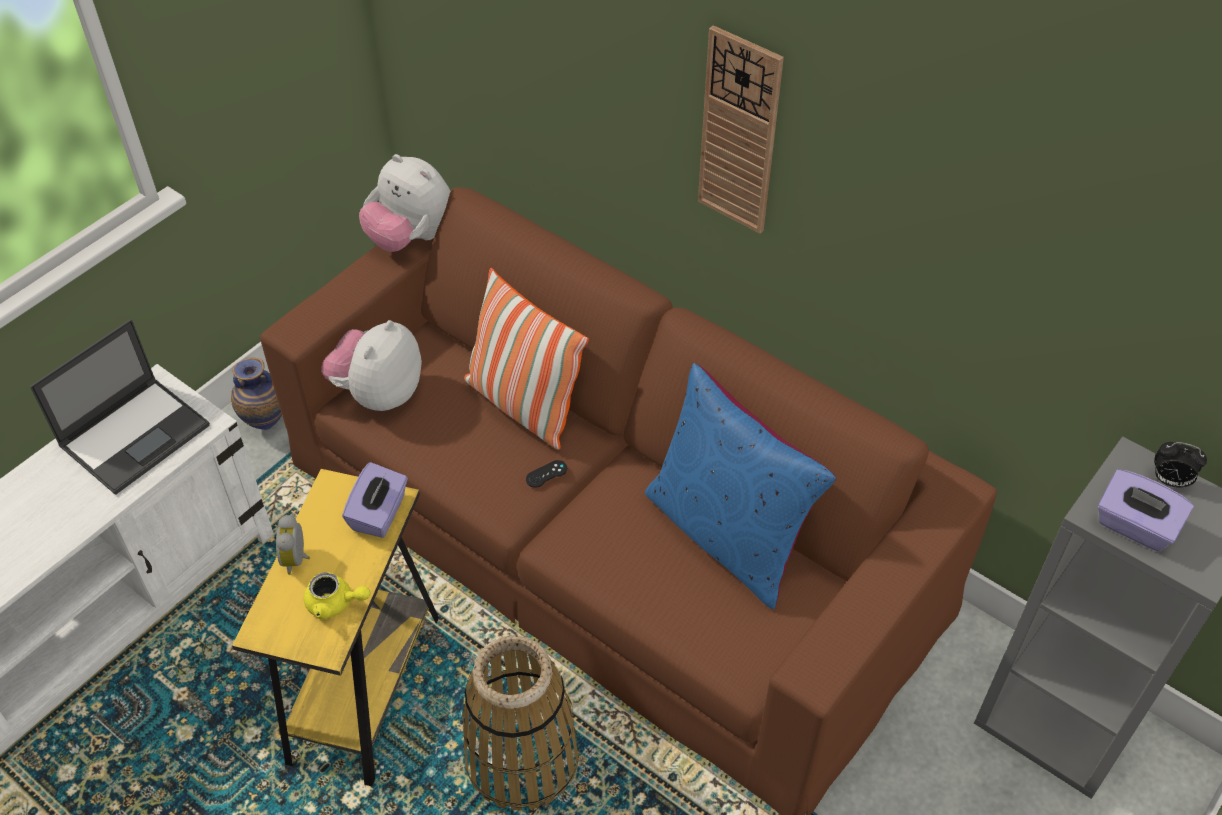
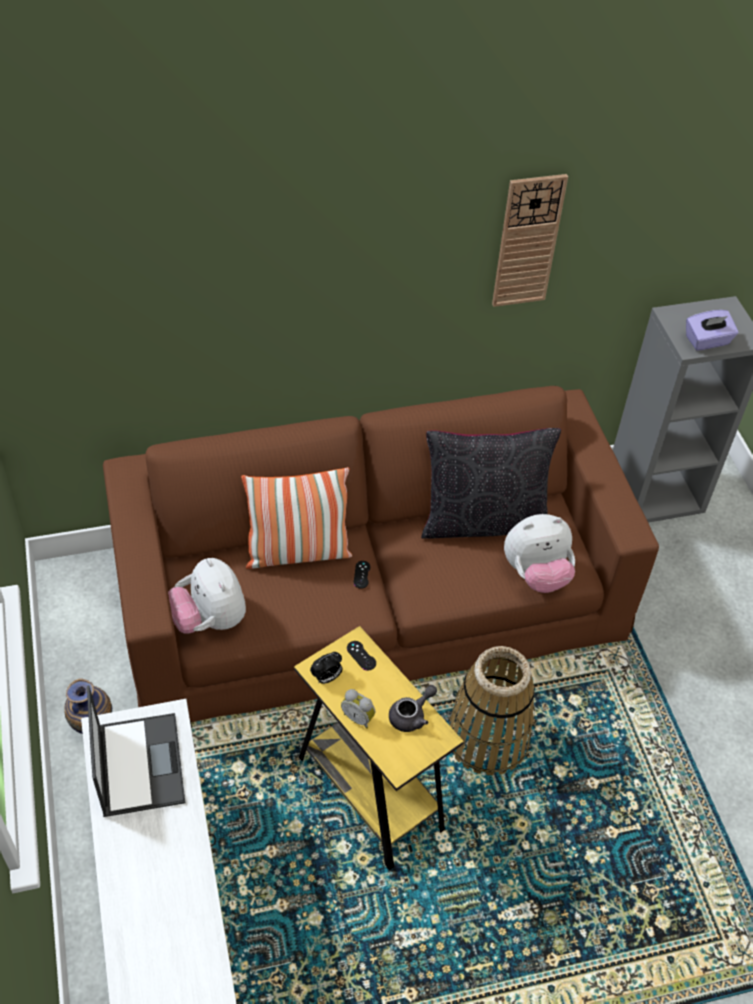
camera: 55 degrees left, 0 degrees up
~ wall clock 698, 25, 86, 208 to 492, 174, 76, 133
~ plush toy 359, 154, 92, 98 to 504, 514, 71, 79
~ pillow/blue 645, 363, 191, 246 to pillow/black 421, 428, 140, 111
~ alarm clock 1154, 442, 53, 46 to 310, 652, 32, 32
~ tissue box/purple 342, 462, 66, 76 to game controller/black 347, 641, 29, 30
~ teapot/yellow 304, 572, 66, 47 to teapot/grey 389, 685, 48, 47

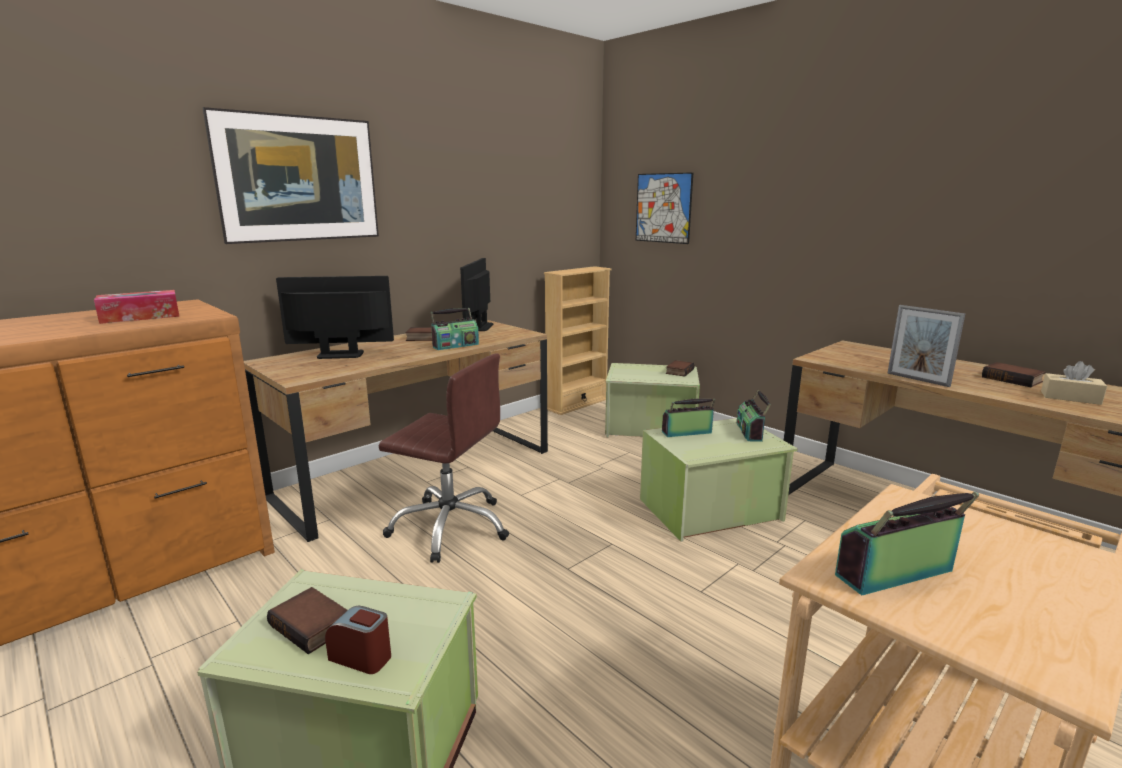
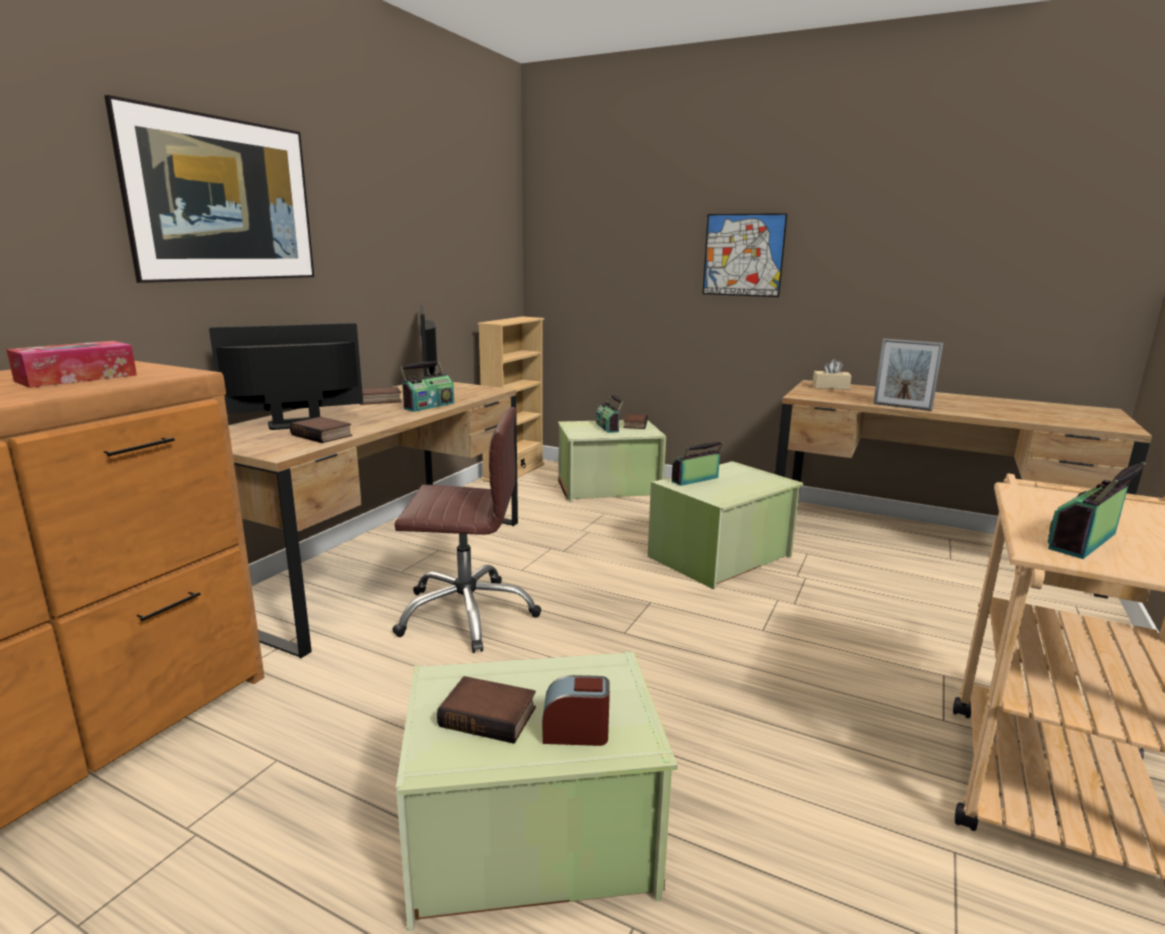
camera: 20 degrees left, 0 degrees up
~ picture 636, 172, 57, 72 to 702, 213, 85, 84
~ tissue box/beige 1041, 361, 66, 44 to 812, 359, 40, 31
~ book 982, 362, 63, 25 to 290, 417, 62, 26
~ radio 737, 390, 34, 52 to 596, 394, 27, 39

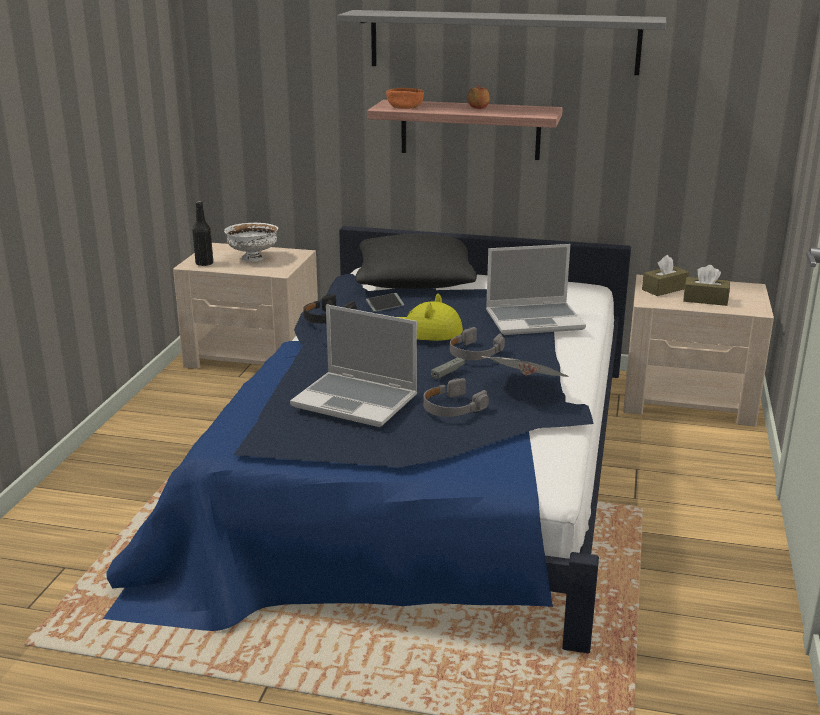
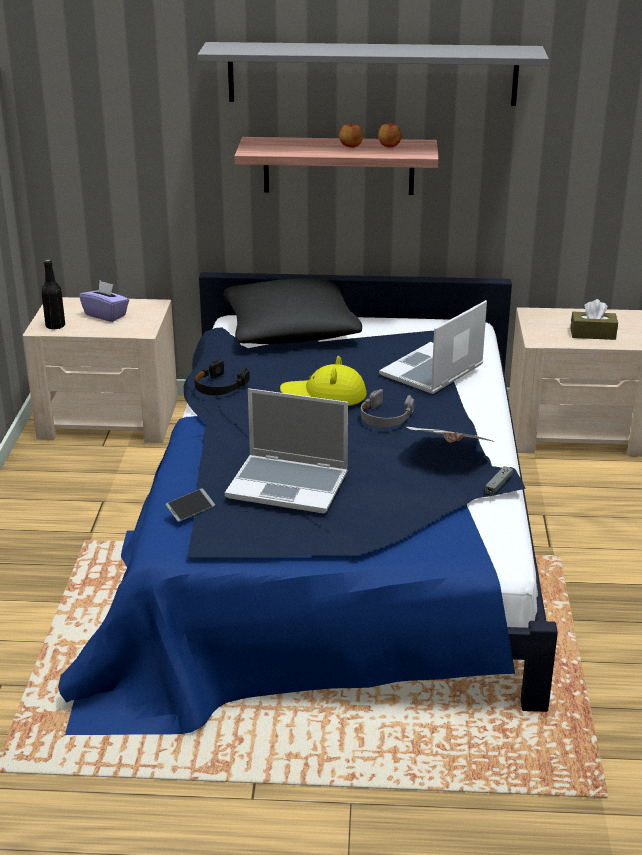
camera: 10 degrees left, 5 degrees up
- bowl/orange 386, 88, 38, 21
~ bowl/white 224, 223, 54, 38 to tissue box/purple 79, 281, 50, 41
~ laptop 486, 244, 100, 91 = 379, 300, 108, 94 150 degrees clockwise
- tissue box/brown 642, 255, 47, 41
~ phone 366, 293, 38, 19 to 165, 488, 50, 34
~ game controller/grey 431, 357, 34, 22 to 485, 466, 28, 29
- headphones/grey 423, 378, 66, 39
+ apple 378, 122, 24, 26

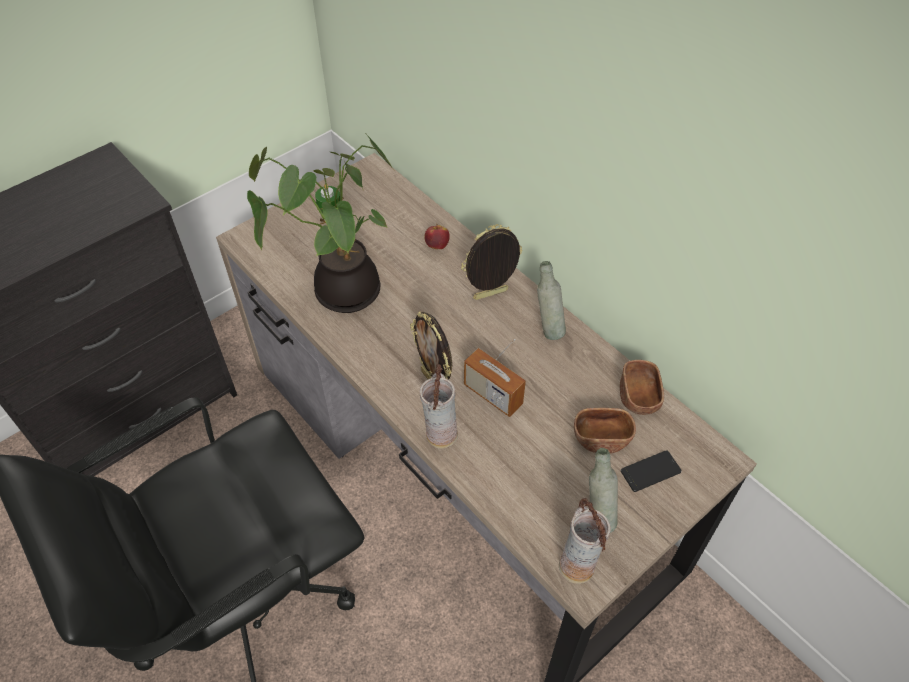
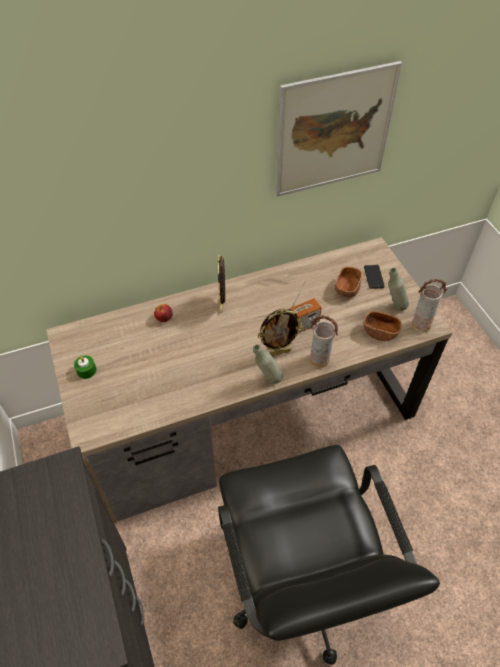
camera: 70 degrees left, 0 degrees up
- potted plant 247, 134, 148, 179
~ bottle/grey 537, 261, 29, 79 to 253, 345, 30, 39
~ bowl/brown 620, 360, 44, 55 to 364, 311, 38, 30
+ picture 276, 61, 126, 136

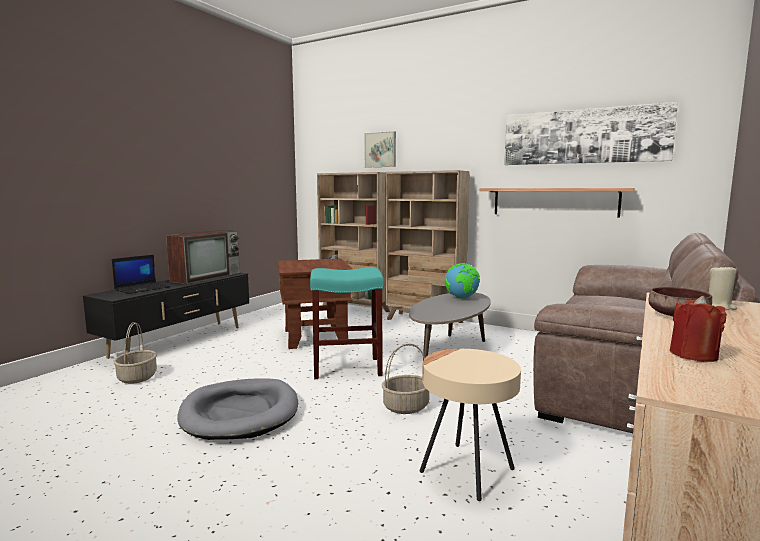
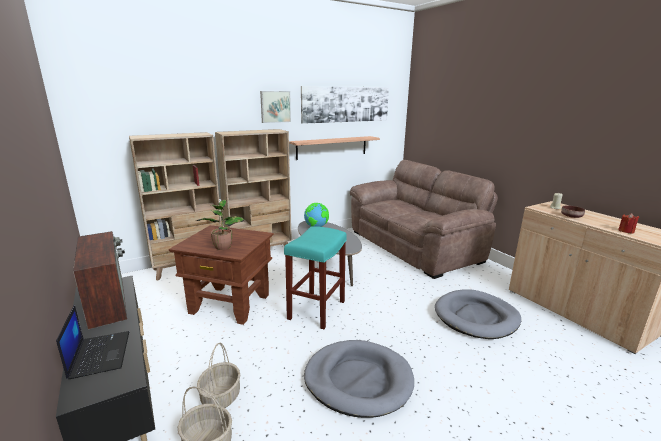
camera: 60 degrees left, 10 degrees up
~ picture 364, 131, 32, 37 to 260, 91, 31, 32
~ basket 382, 344, 47, 70 to 197, 343, 43, 65
~ side table/beige 420, 349, 101, 152 to dog bed/grey 435, 289, 86, 50
+ potted plant 196, 200, 48, 50

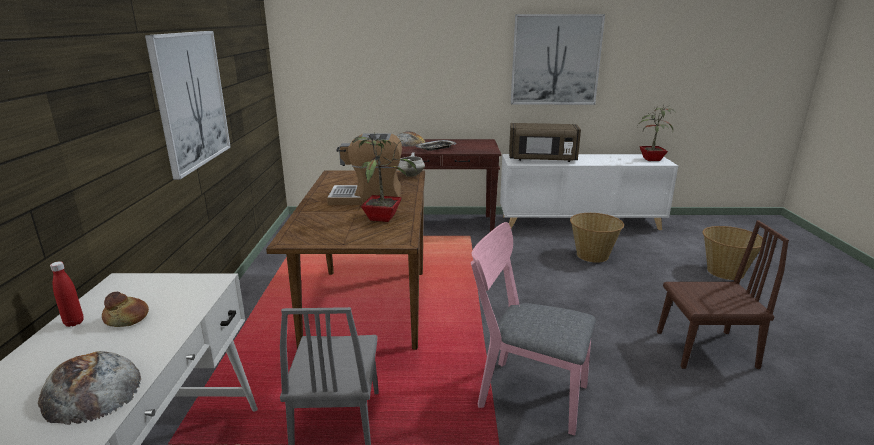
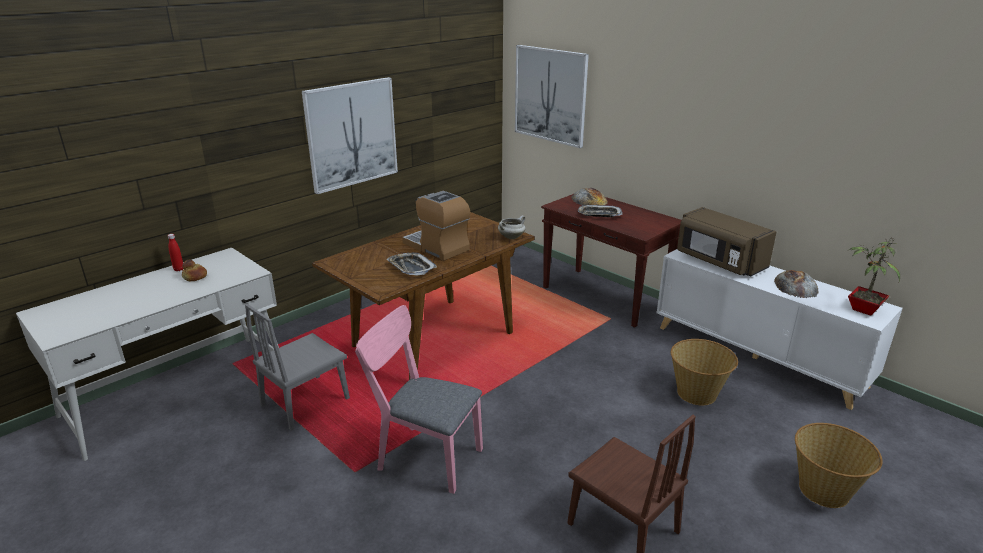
camera: 45 degrees right, 5 degrees up
~ picture 511, 14, 94, 91 to 515, 45, 74, 103
~ potted plant 352, 133, 65, 89 to tray 387, 253, 50, 22
~ chair/pink 471, 222, 125, 213 = 355, 305, 128, 189 45 degrees counterclockwise
~ bread 38, 351, 103, 74 to 774, 270, 45, 28

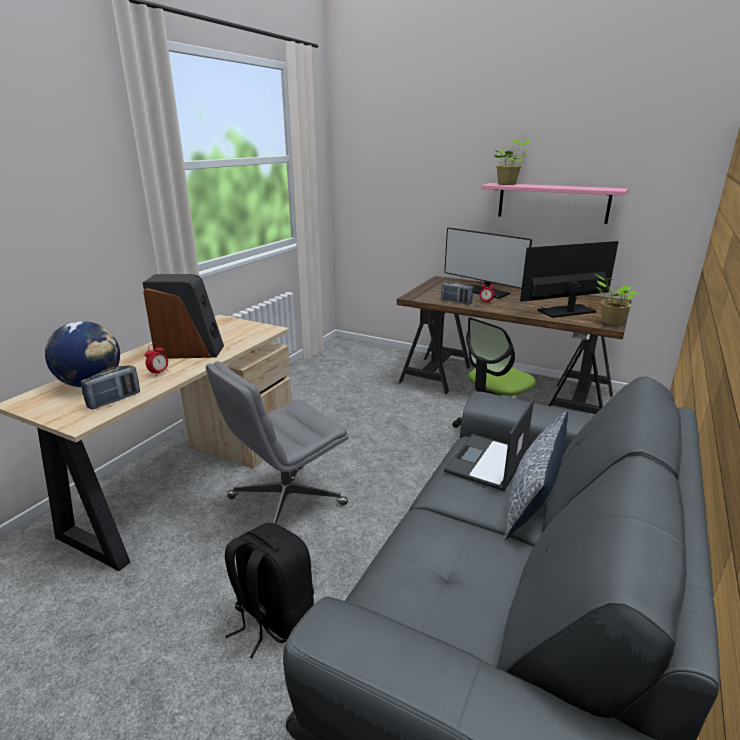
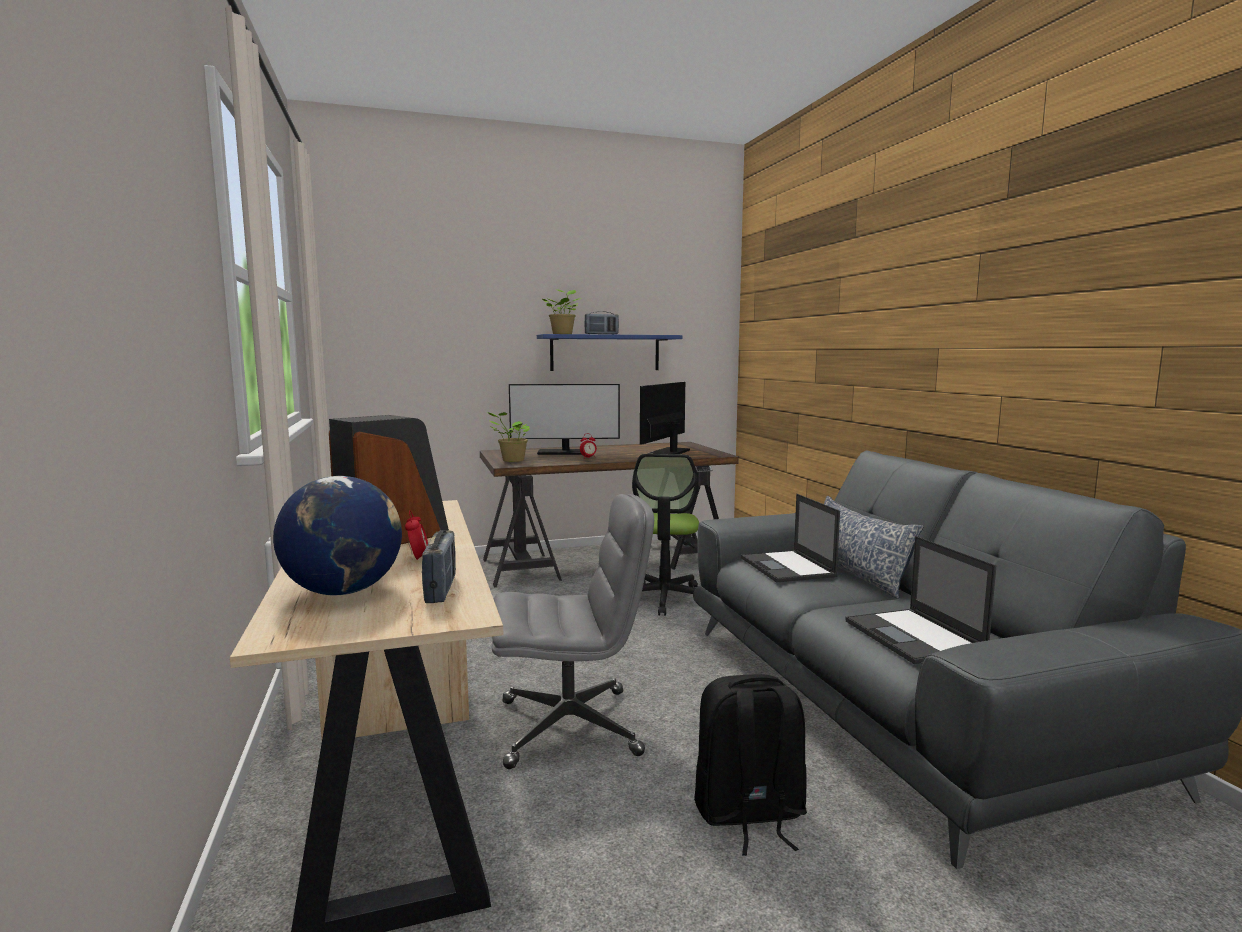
camera: 45 degrees left, 15 degrees down
~ shelf/pink 481, 183, 147, 41 to shelf/blue 537, 334, 146, 37
~ potted plant 595, 274, 43, 51 to 487, 412, 43, 50
~ radio 441, 281, 32, 24 to 584, 311, 35, 23
~ office chair/grey 206, 361, 142, 163 = 492, 494, 162, 275 105 degrees counterclockwise
+ laptop 845, 536, 151, 128

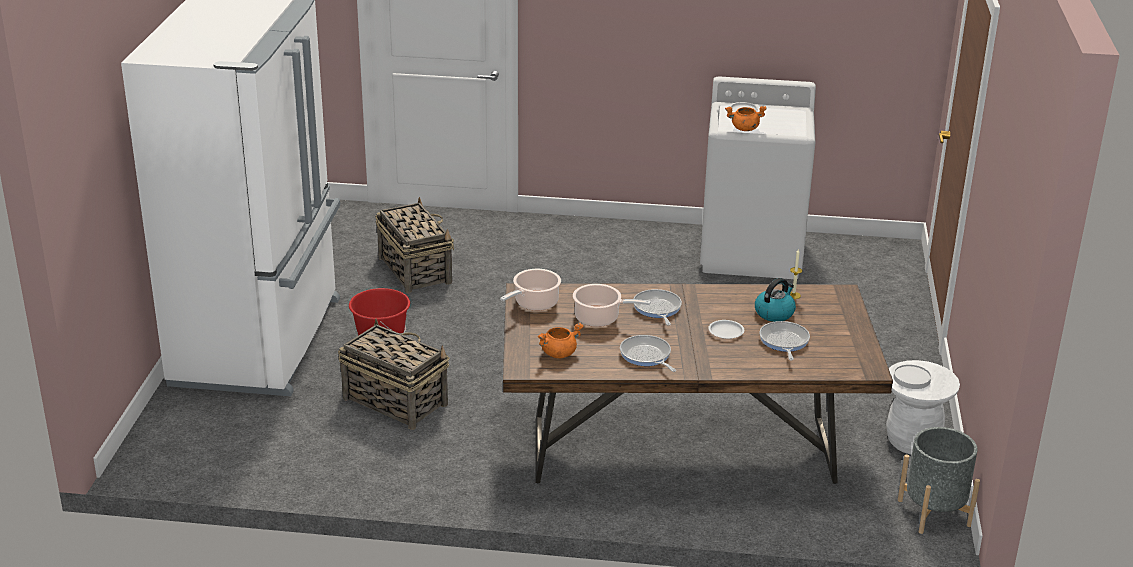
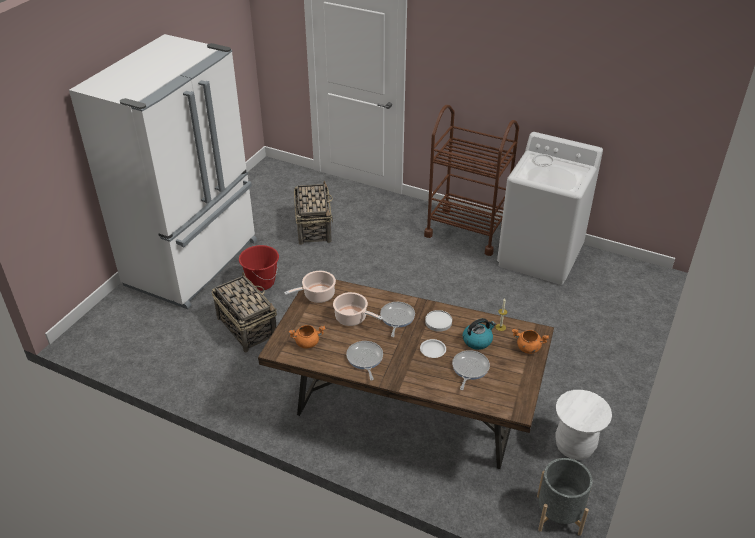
camera: 20 degrees right, 10 degrees up
~ cooking pot/orange 725, 106, 42, 25 to 512, 329, 37, 25
~ plate/white 893, 364, 38, 25 to 425, 310, 27, 22
+ cart/brown 424, 105, 95, 151

